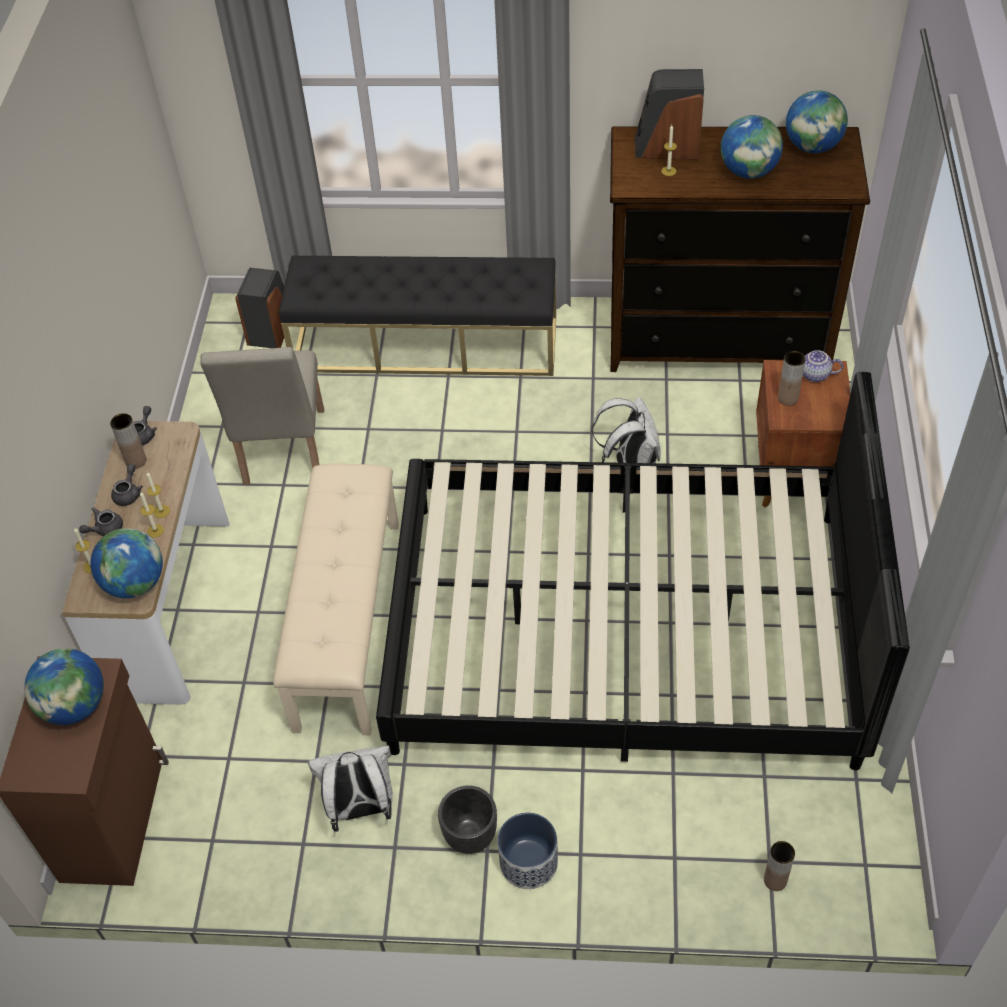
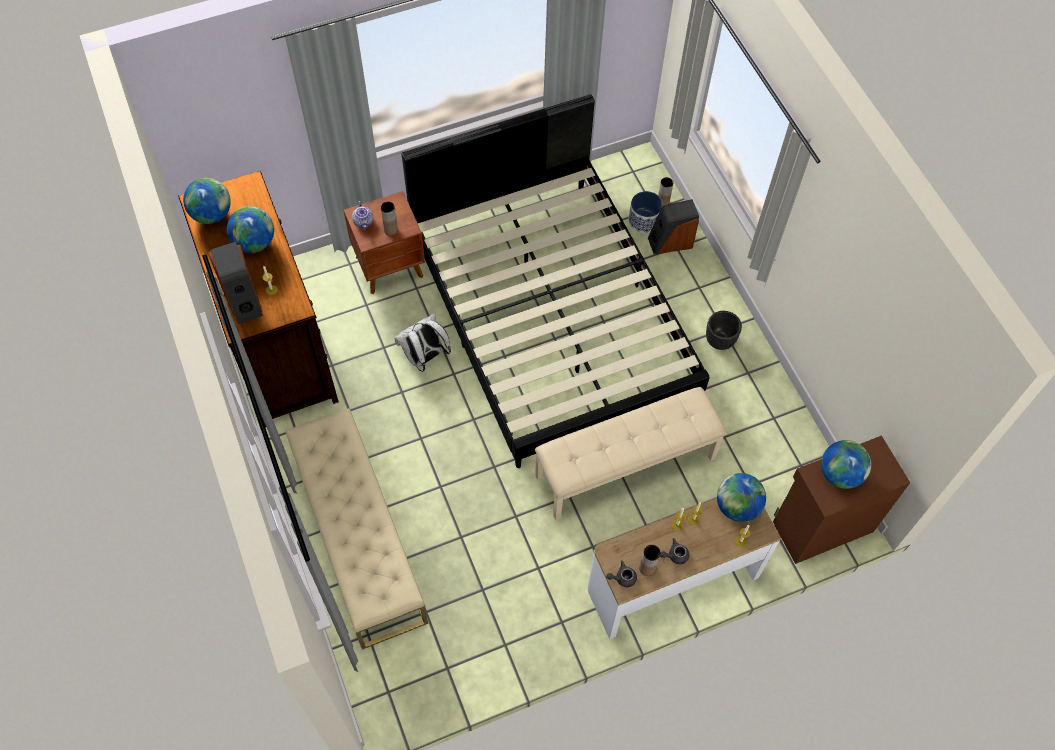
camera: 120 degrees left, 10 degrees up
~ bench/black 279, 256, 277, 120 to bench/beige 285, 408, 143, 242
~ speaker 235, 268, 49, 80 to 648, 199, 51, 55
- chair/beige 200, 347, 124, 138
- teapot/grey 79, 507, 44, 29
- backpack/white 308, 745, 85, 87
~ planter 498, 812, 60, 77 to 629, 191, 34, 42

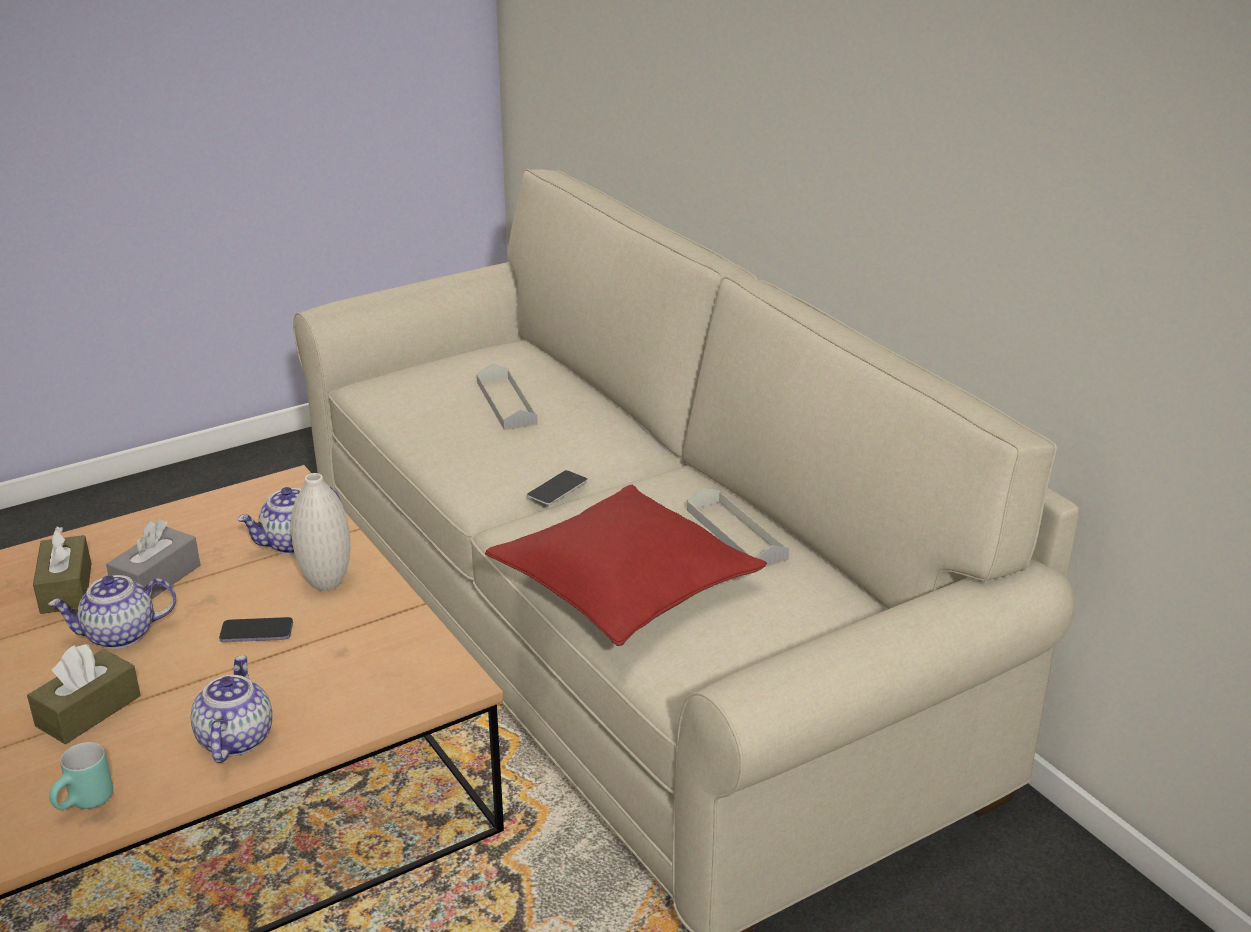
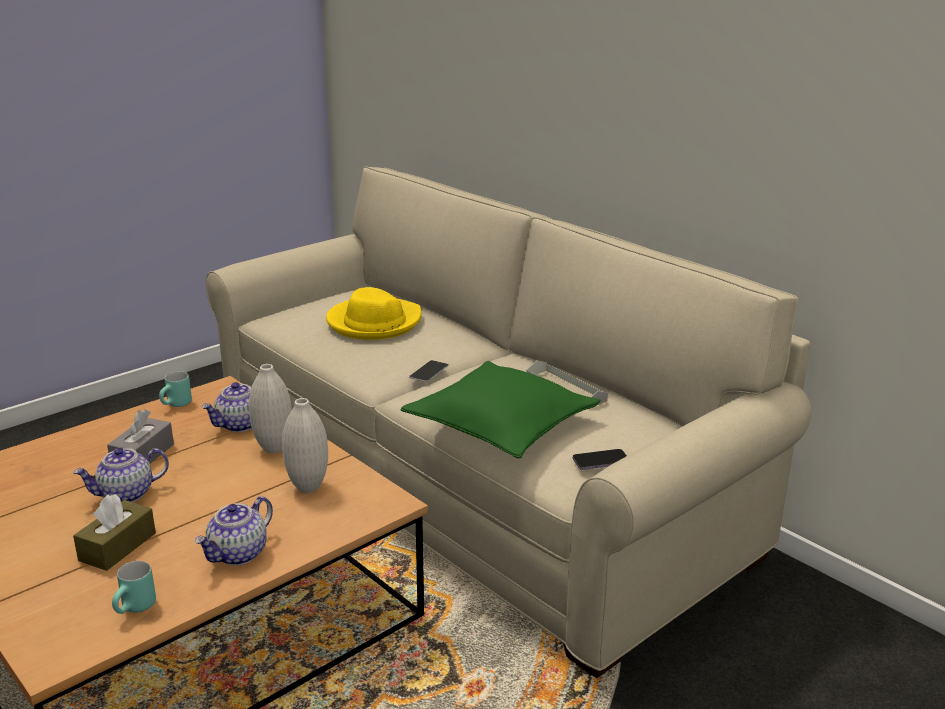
camera: 10 degrees left, 5 degrees down
~ tray/grey 477, 364, 61, 66 to hat/yellow 326, 287, 96, 53
~ pillow/red 485, 485, 282, 161 to pillow/green 401, 361, 200, 98
- tissue box/brown 33, 527, 58, 87
~ phone 219, 617, 74, 25 to 573, 449, 54, 21
~ teapot 191, 655, 81, 108 = 195, 496, 78, 69 135 degrees counterclockwise
+ mug/turquoise 159, 371, 33, 36
+ vase/white 282, 398, 46, 95

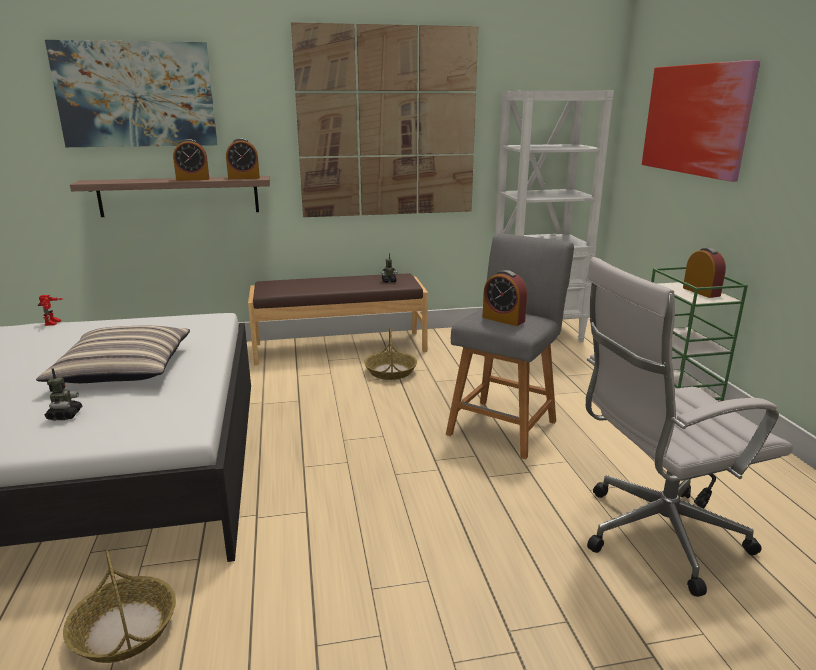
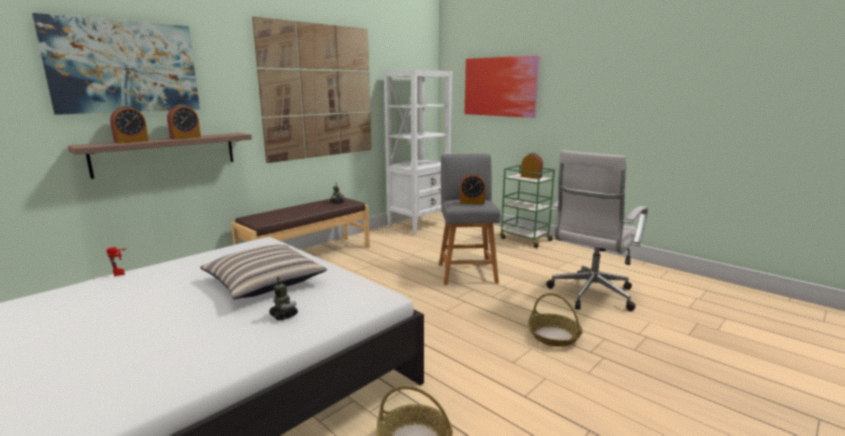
camera: 35 degrees left, 5 degrees down
~ alarm clock 226, 138, 34, 41 to 110, 106, 39, 38
~ basket 364, 328, 53, 52 to 528, 293, 55, 54

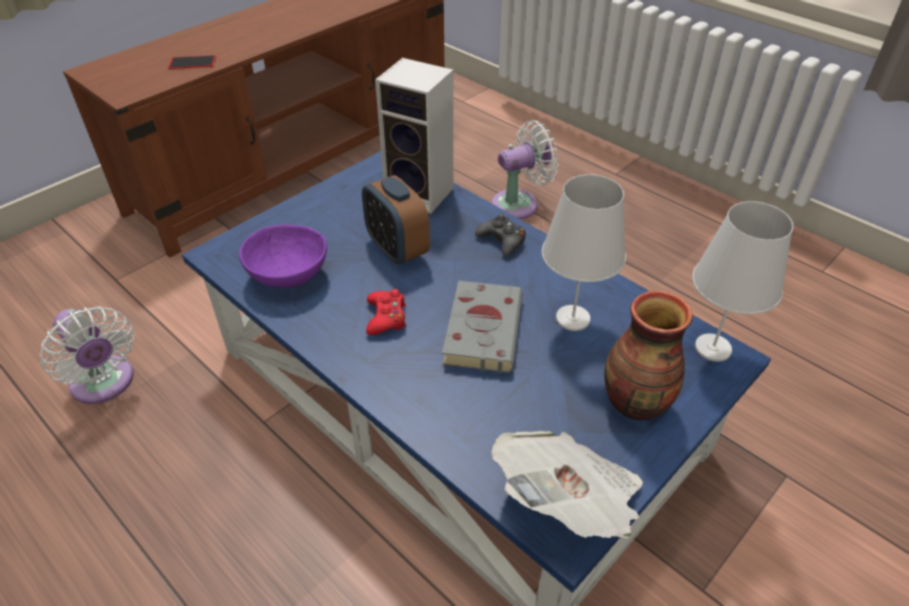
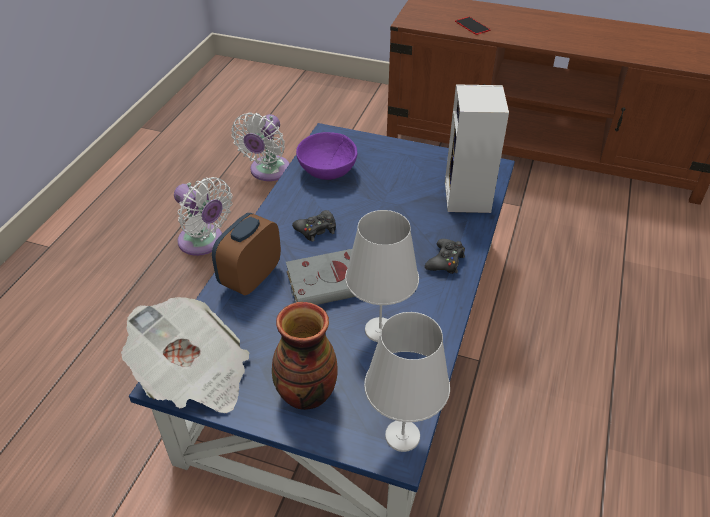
camera: 65 degrees right, 0 degrees up
~ fan/white 491, 120, 68, 99 to 174, 177, 59, 79
~ alarm clock 362, 175, 68, 90 to 212, 213, 69, 82
~ game controller/red 366, 289, 41, 46 to game controller/black 292, 210, 44, 32

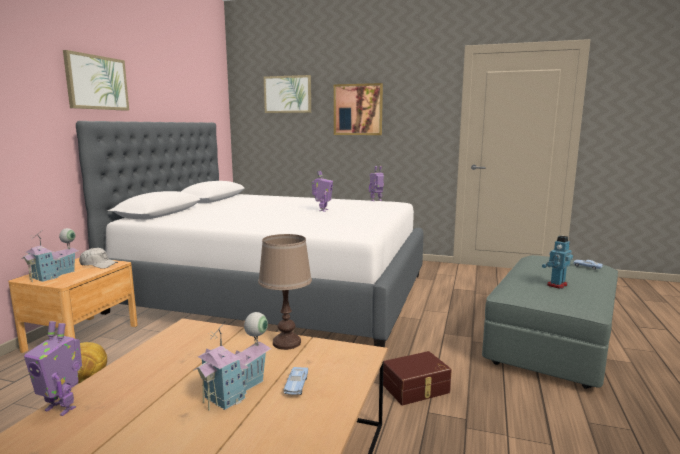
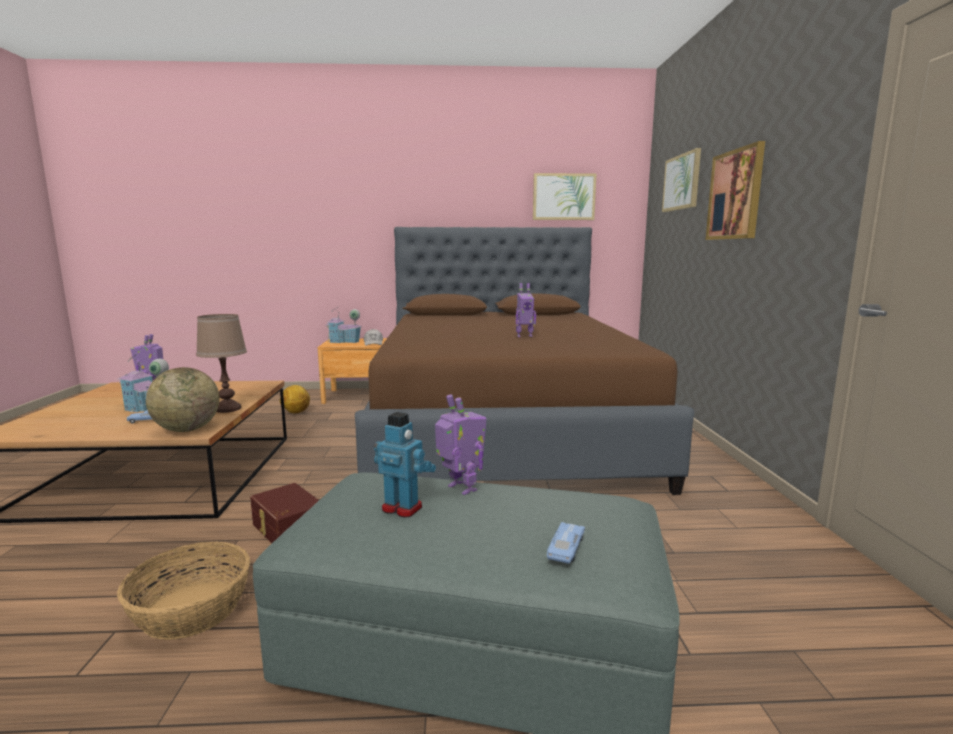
camera: 70 degrees right, 0 degrees up
~ picture 63, 50, 66, 61 to 533, 173, 63, 47
~ bed/white 76, 121, 348, 226 to bed/brown 355, 227, 339, 268
~ toy robot 369, 166, 15, 35 to 435, 394, 52, 101
+ globe 146, 367, 74, 65
+ basket 117, 542, 133, 98

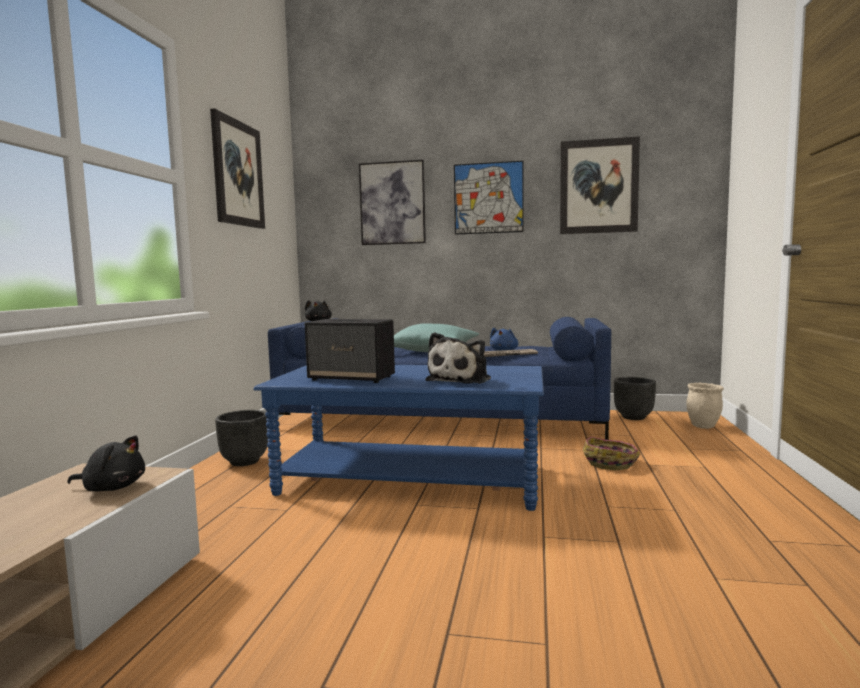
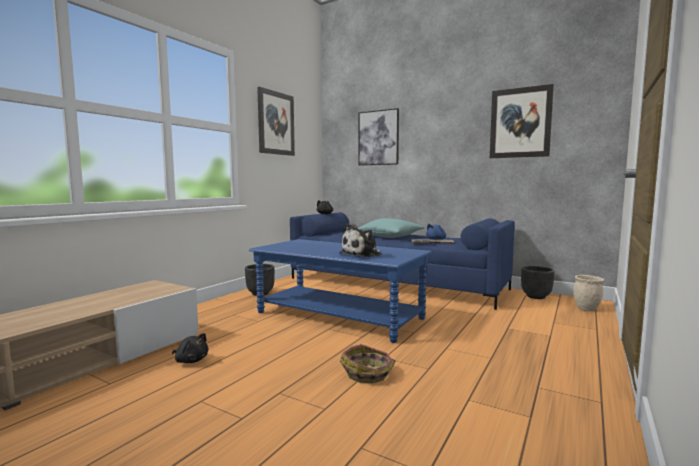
camera: 20 degrees right, 0 degrees up
- picture 454, 161, 70, 74
- speaker 305, 319, 90, 64
~ plush toy/black 67, 435, 78, 56 to 172, 333, 36, 30
~ basket 583, 437, 57, 33 to 340, 344, 55, 39

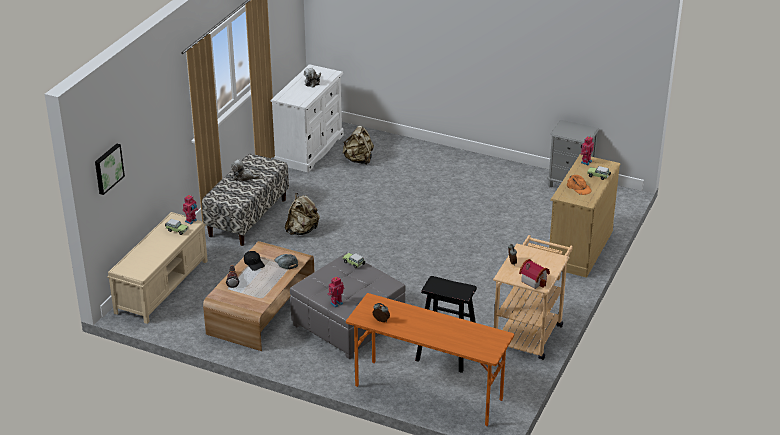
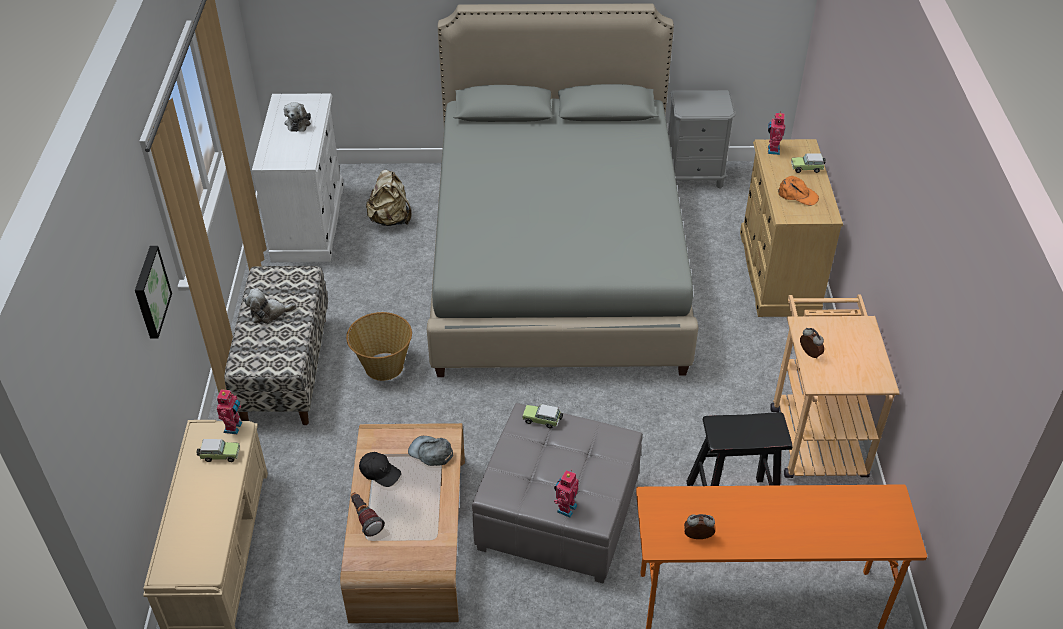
camera: 25 degrees left, 10 degrees up
~ picture 95, 144, 30, 51 to 135, 246, 37, 92
~ backpack/beige 285, 193, 35, 42 to basket 346, 312, 66, 69
- toy house 519, 259, 31, 30
+ bed/grey 427, 3, 272, 374

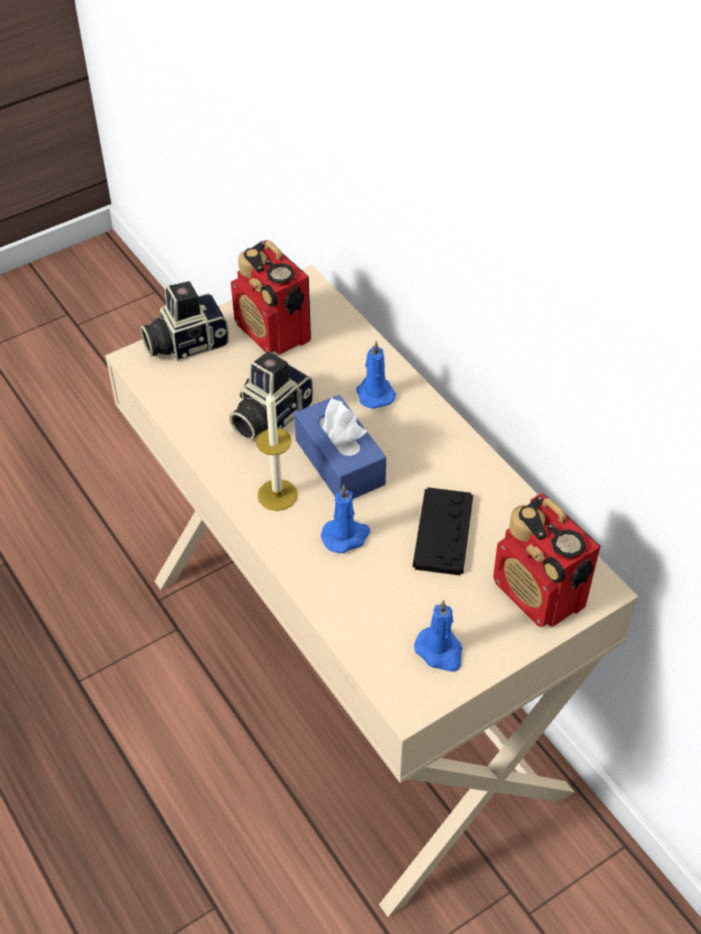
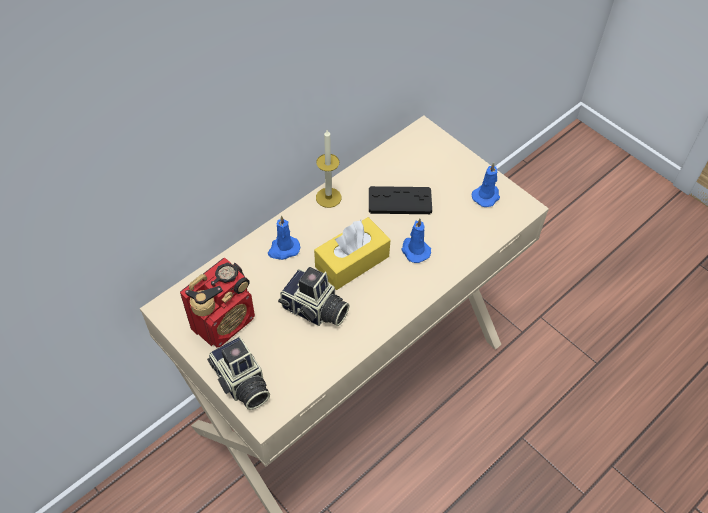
camera: 100 degrees left, 5 degrees up
~ candle 256, 392, 42, 119 to 316, 130, 26, 78
~ tissue box/blue 294, 395, 92, 104 to tissue box/yellow 314, 217, 77, 73
- radio 493, 493, 107, 134

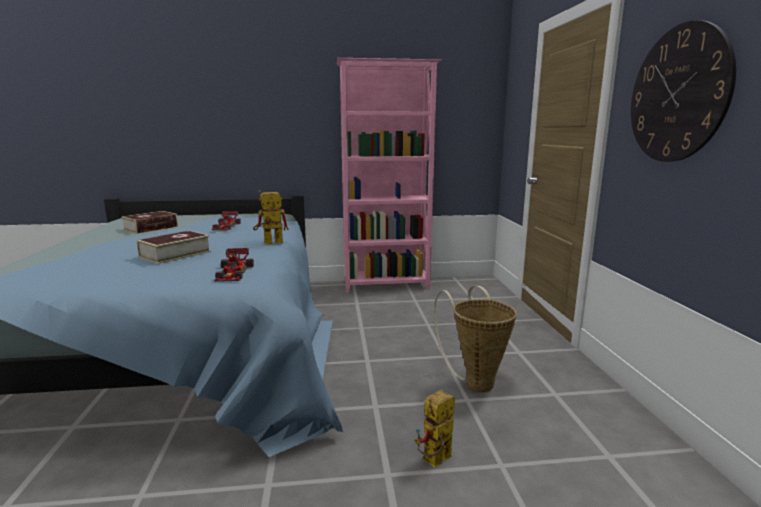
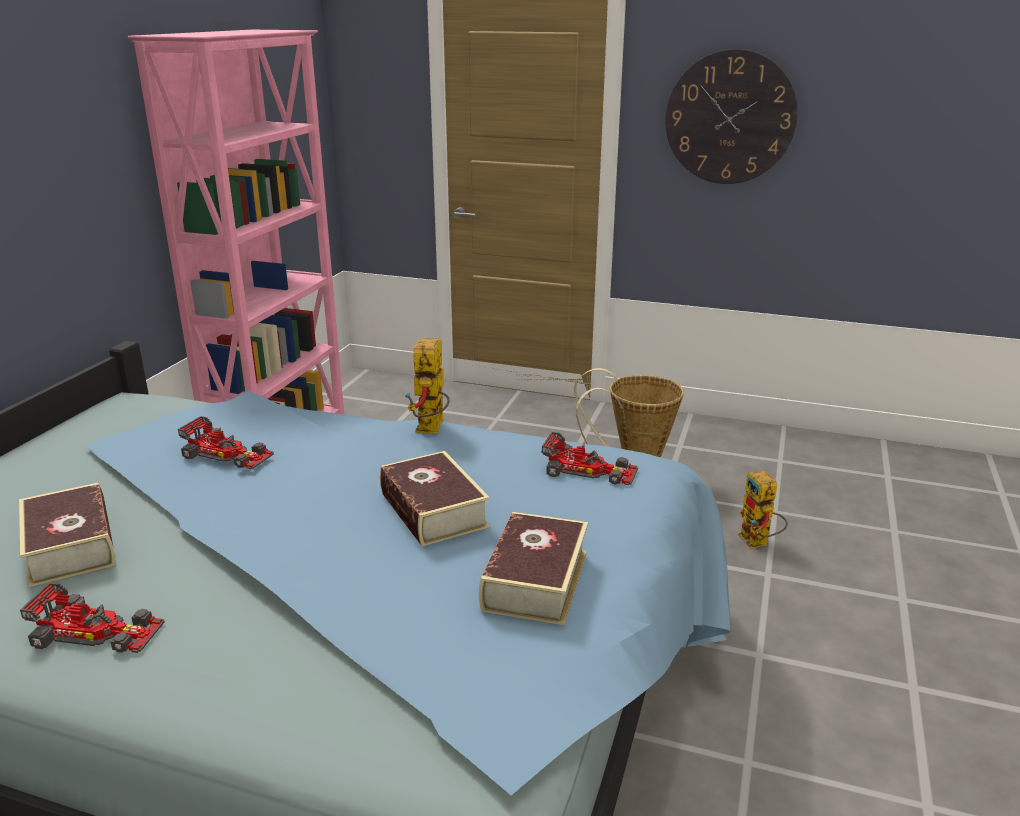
camera: 65 degrees left, 10 degrees up
+ book 479, 512, 109, 113
+ toy car 20, 582, 145, 71

